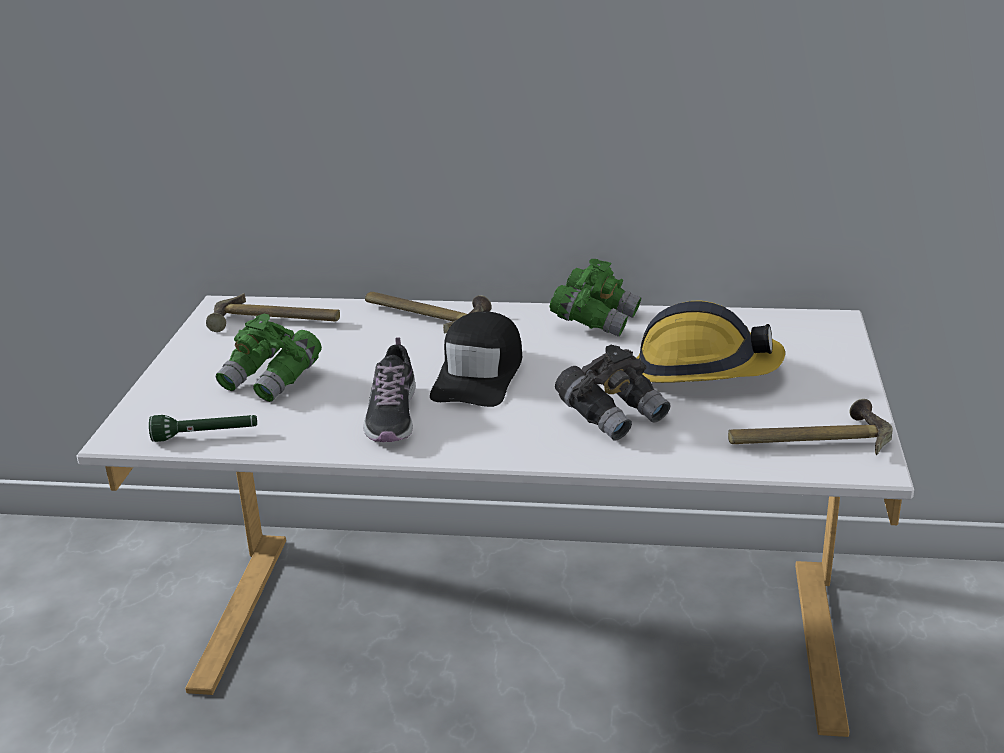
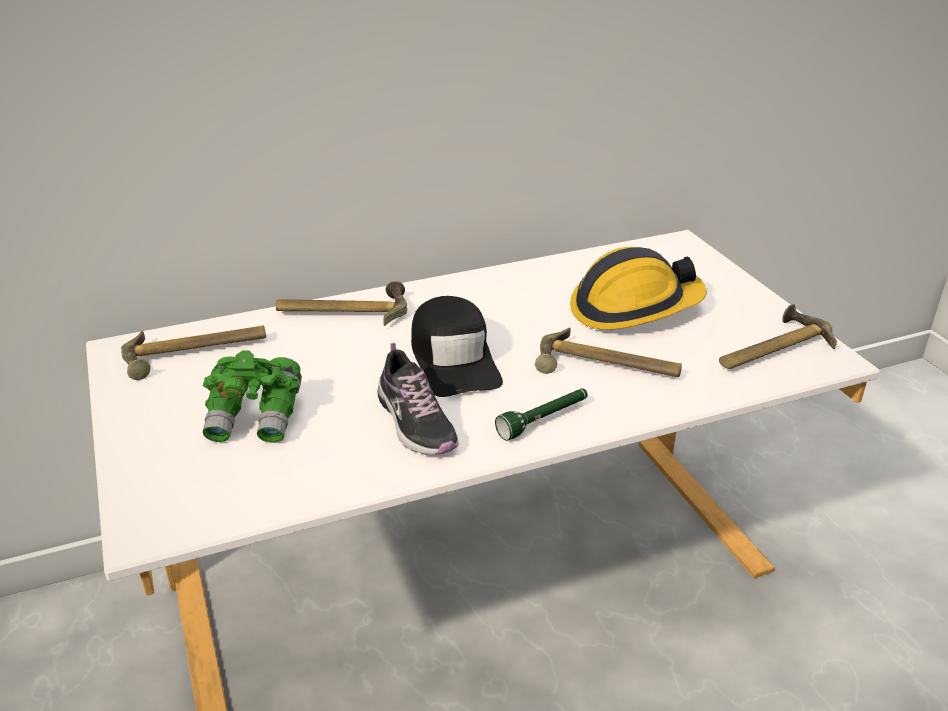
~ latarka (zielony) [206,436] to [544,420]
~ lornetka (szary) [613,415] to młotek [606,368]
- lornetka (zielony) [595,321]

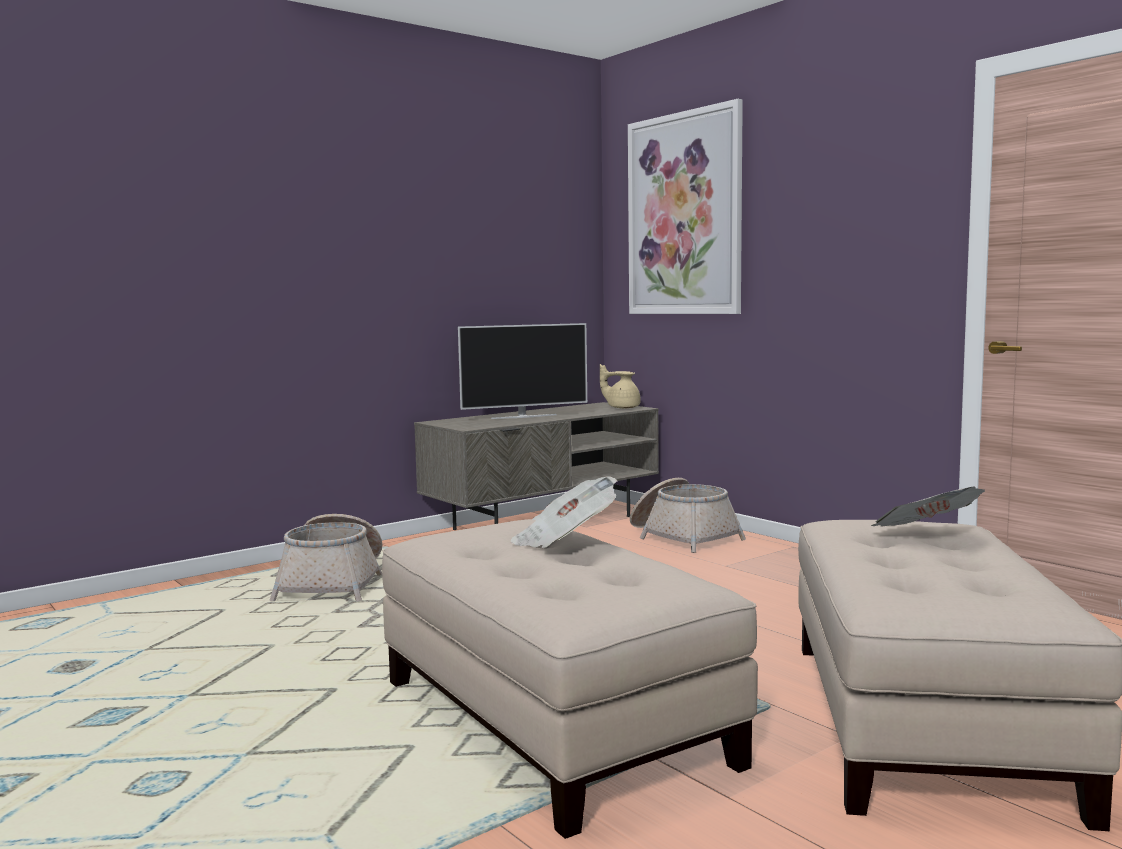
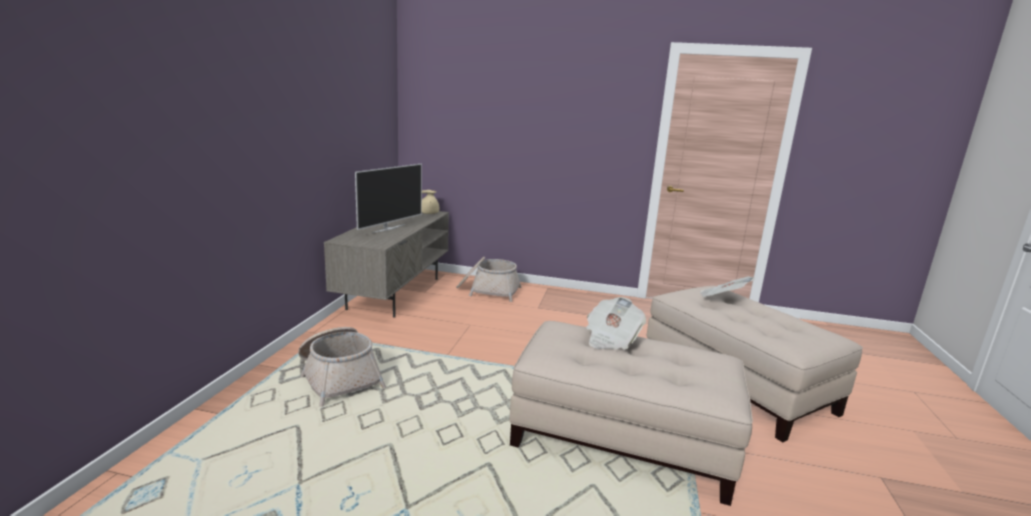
- obraz [684,214]

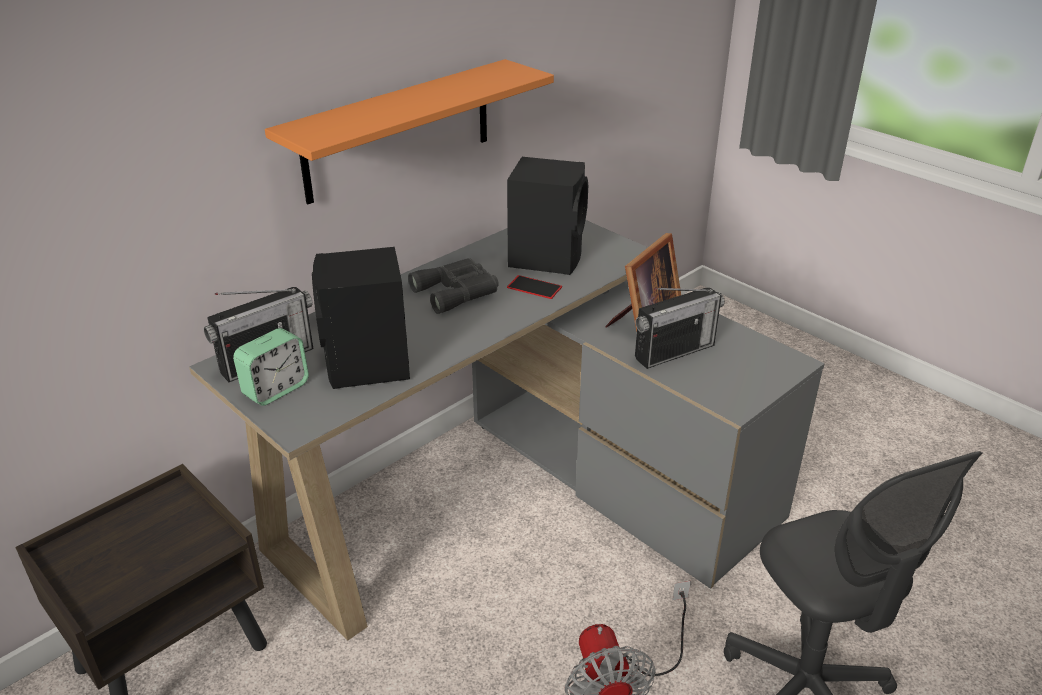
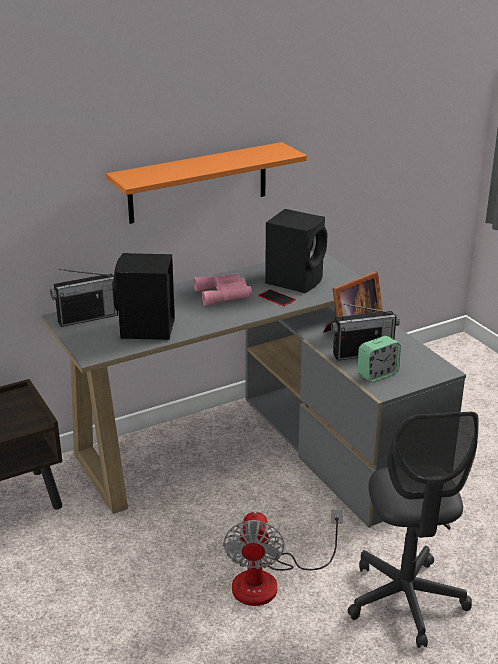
~ lornetka (szary) [458,291] to lornetka (różowy) [224,294]
~ budzik [276,389] to [377,374]

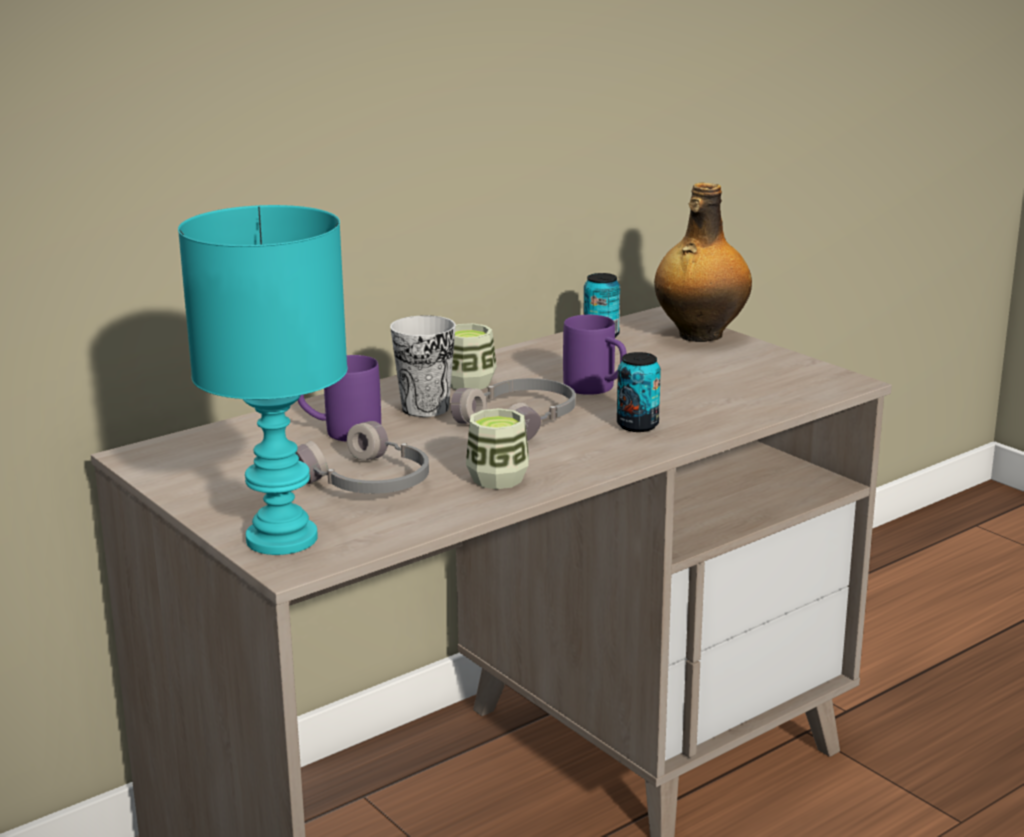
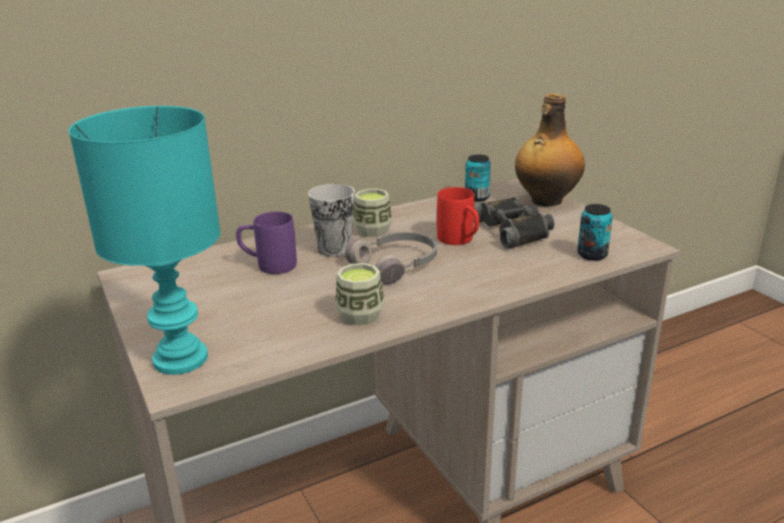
~ kubek (fioletowy) [597,389] to kubek (czerwony) [460,241]
+ lornetka (czarny) [513,229]
~ puszka [637,425] to [592,255]
- słuchawki (szary) [367,483]

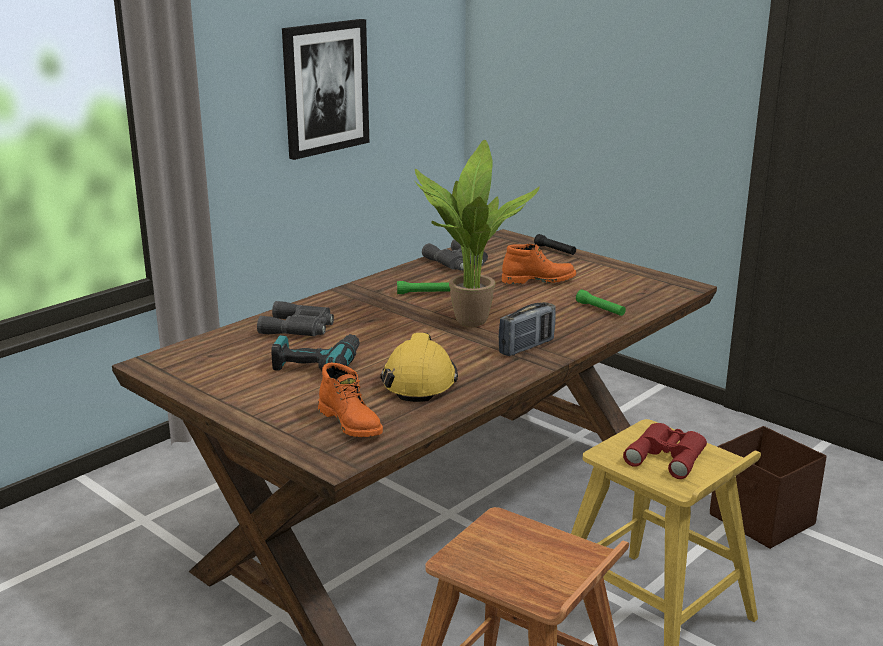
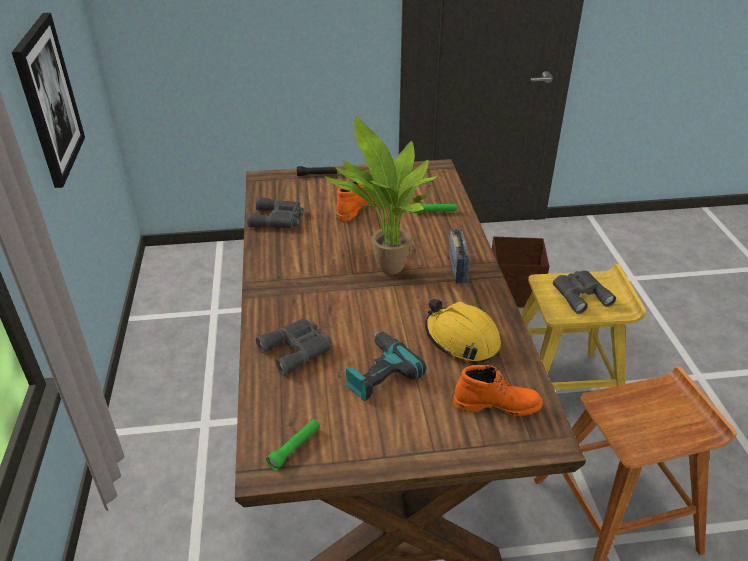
~ latarka (zielony) [423,293] to [294,448]
~ lornetka (czerwony) [668,455] to lornetka (szary) [579,294]

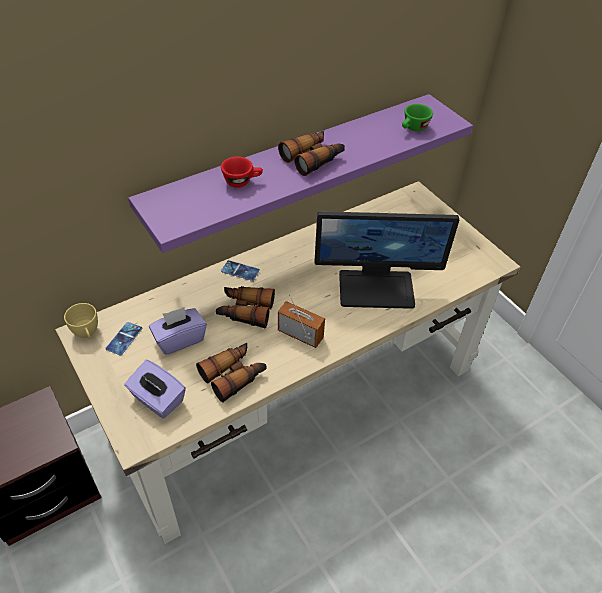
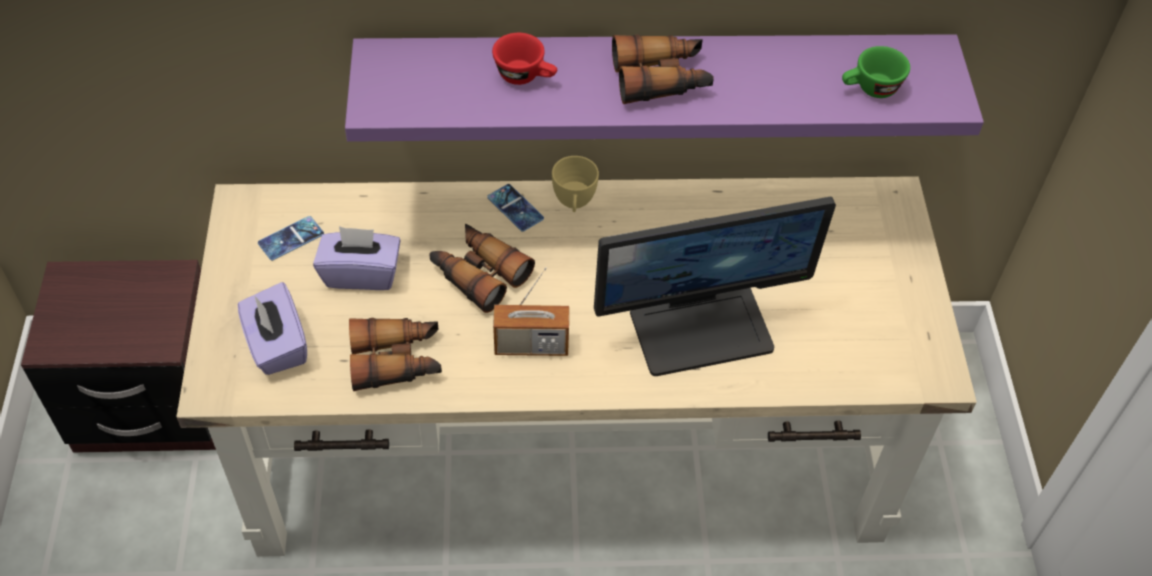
~ radio [300,334] = [531,346] 120 degrees clockwise
~ filiżanka (żółty) [87,334] to [574,203]
~ monitor [376,288] = [701,328] 45 degrees counterclockwise

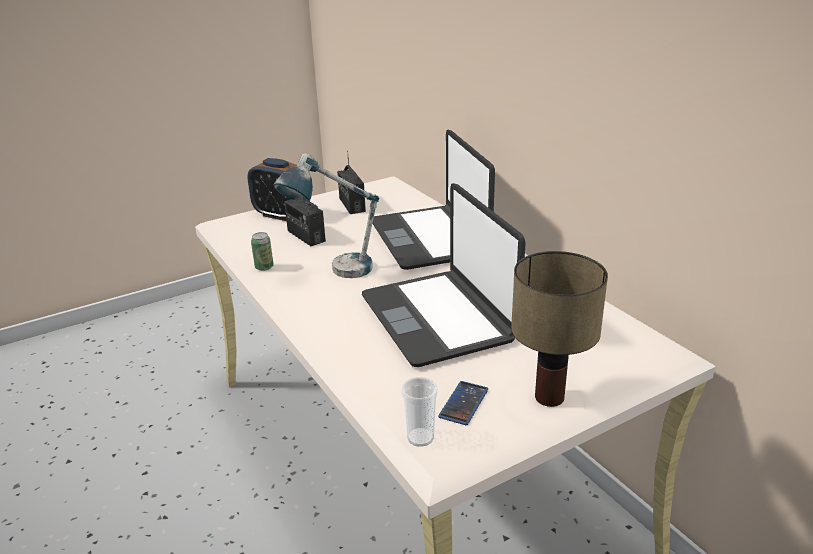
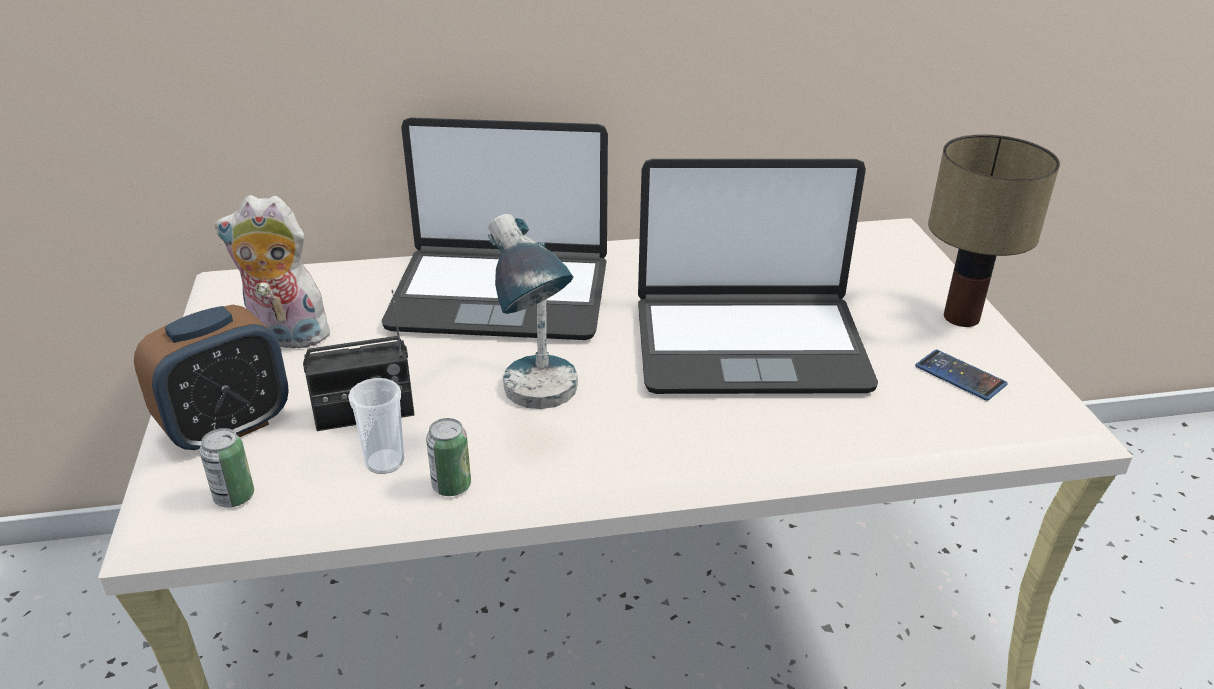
+ puszka [234,497]
~ radio [352,205] to pluszak [285,337]
~ filiżanka [420,437] to [385,462]

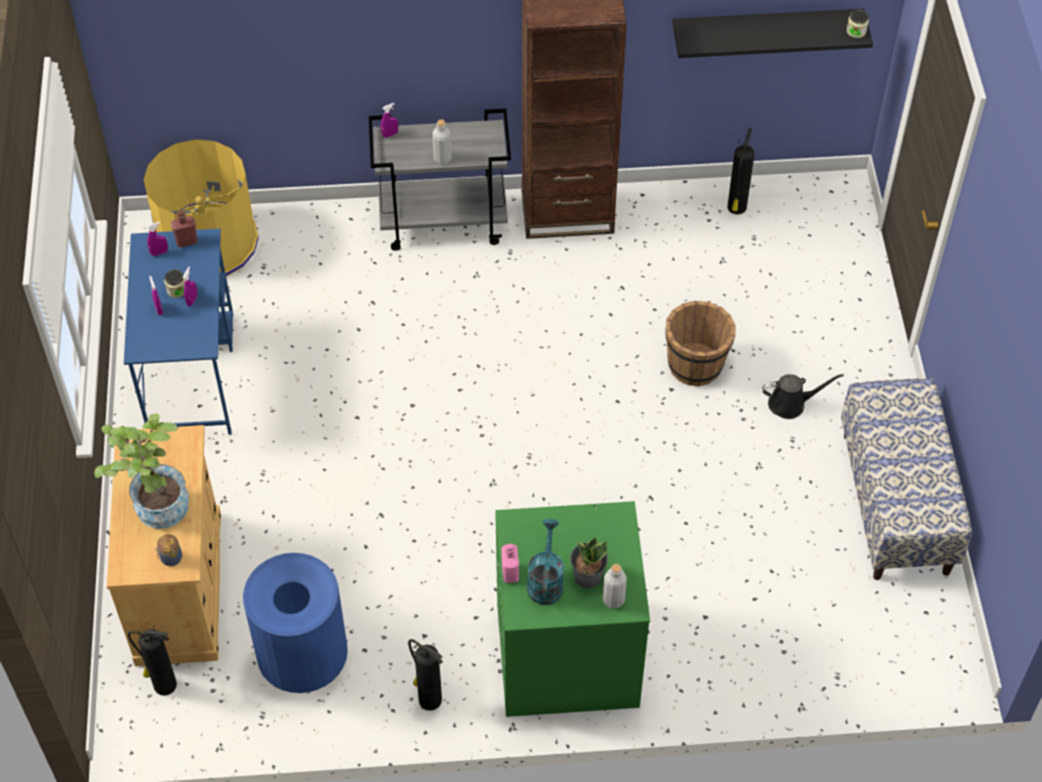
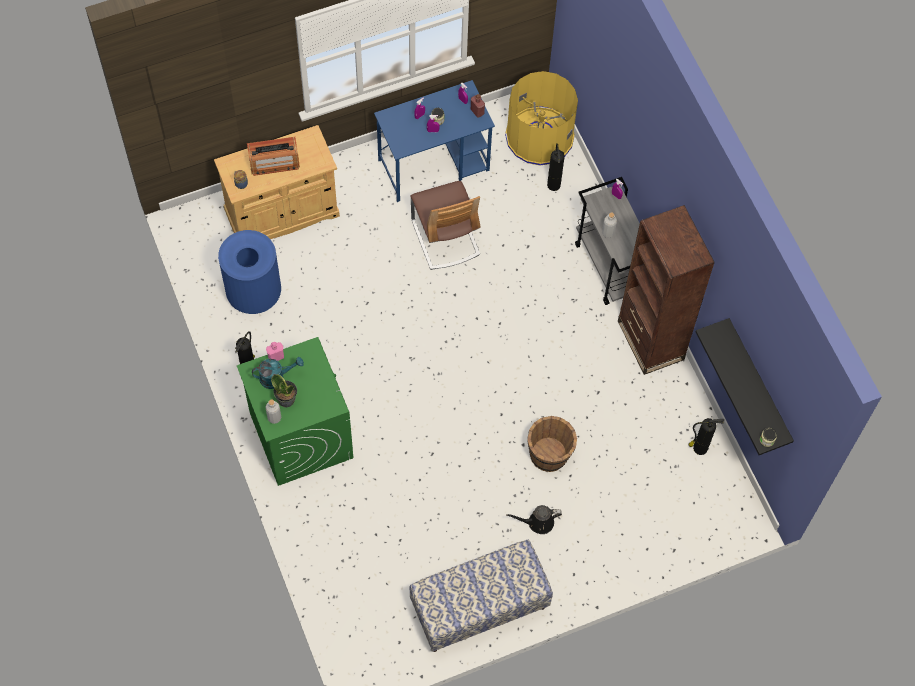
~ roślina doniczkowa [154,504] to radio [274,162]
+ krzesło [445,237]
~ konewka (czarny) [790,404] = [538,522] 105 degrees clockwise
~ gaśnica [163,685] to [553,184]

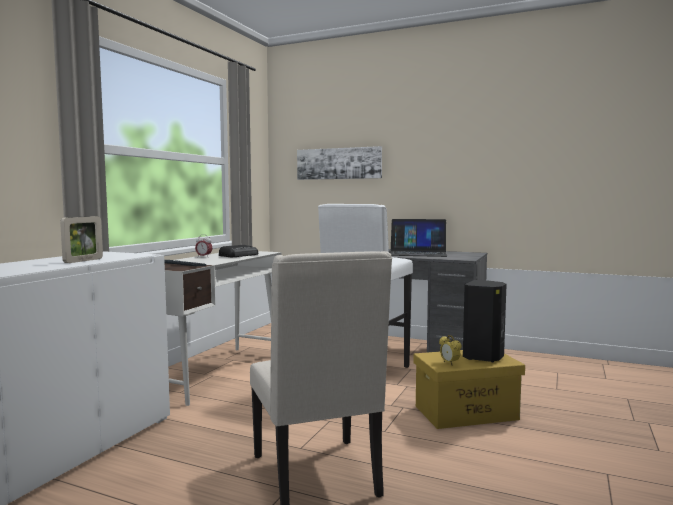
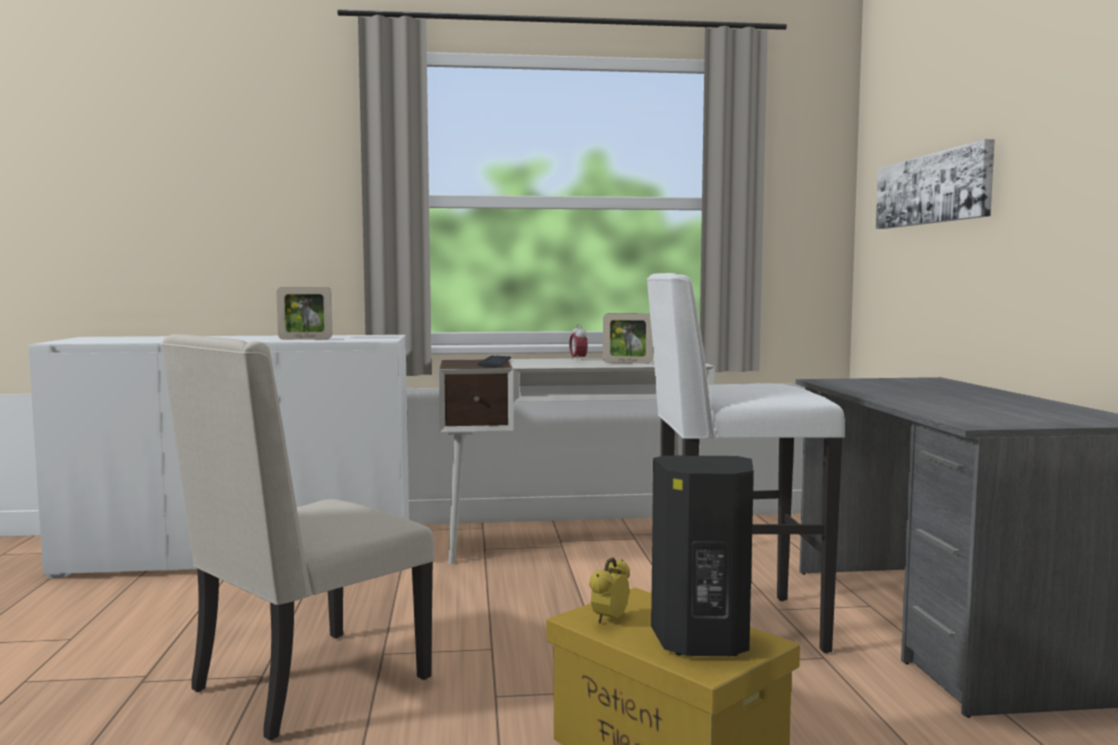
~ radio [239,255] to ramka na zdjęcie [627,363]
- laptop [417,253]

